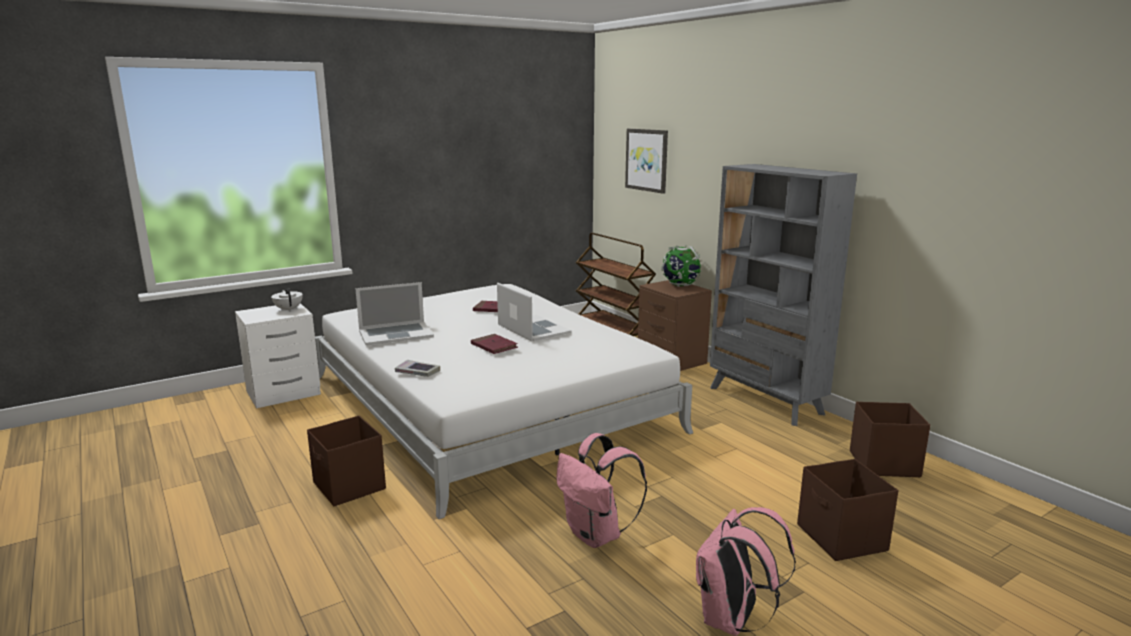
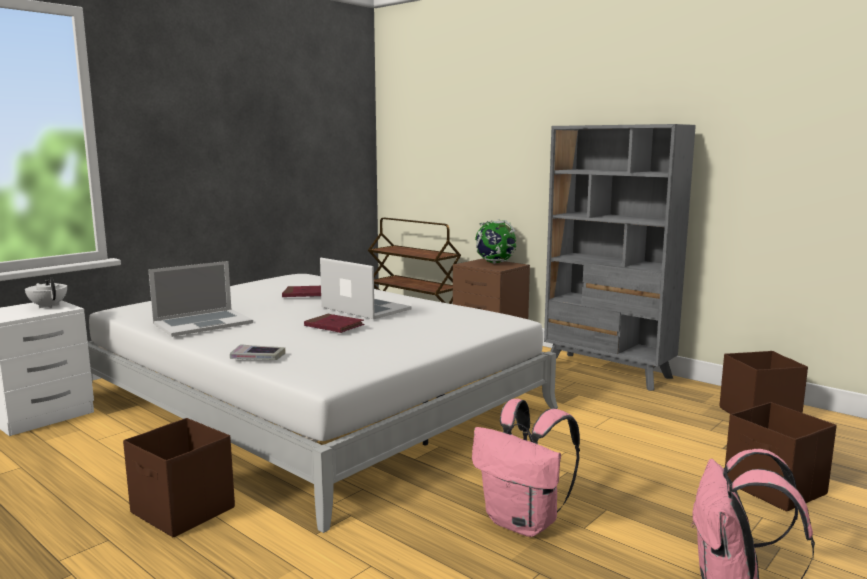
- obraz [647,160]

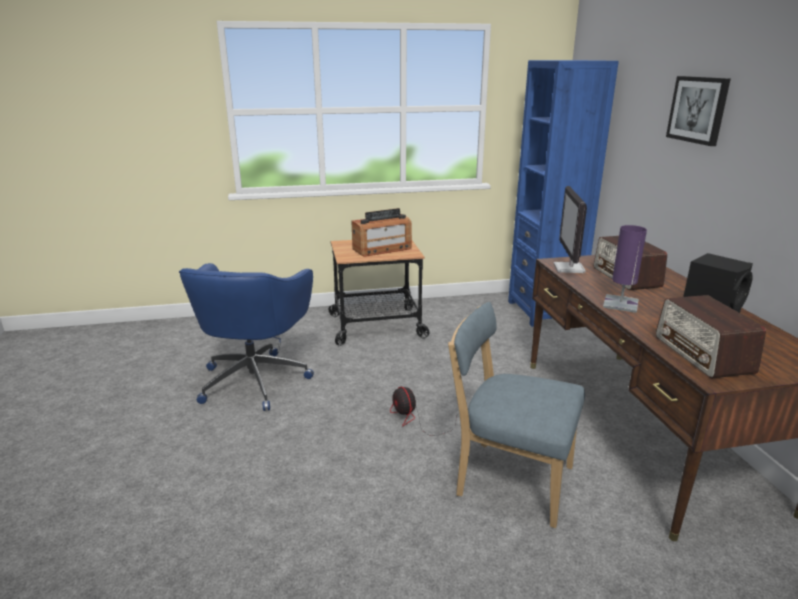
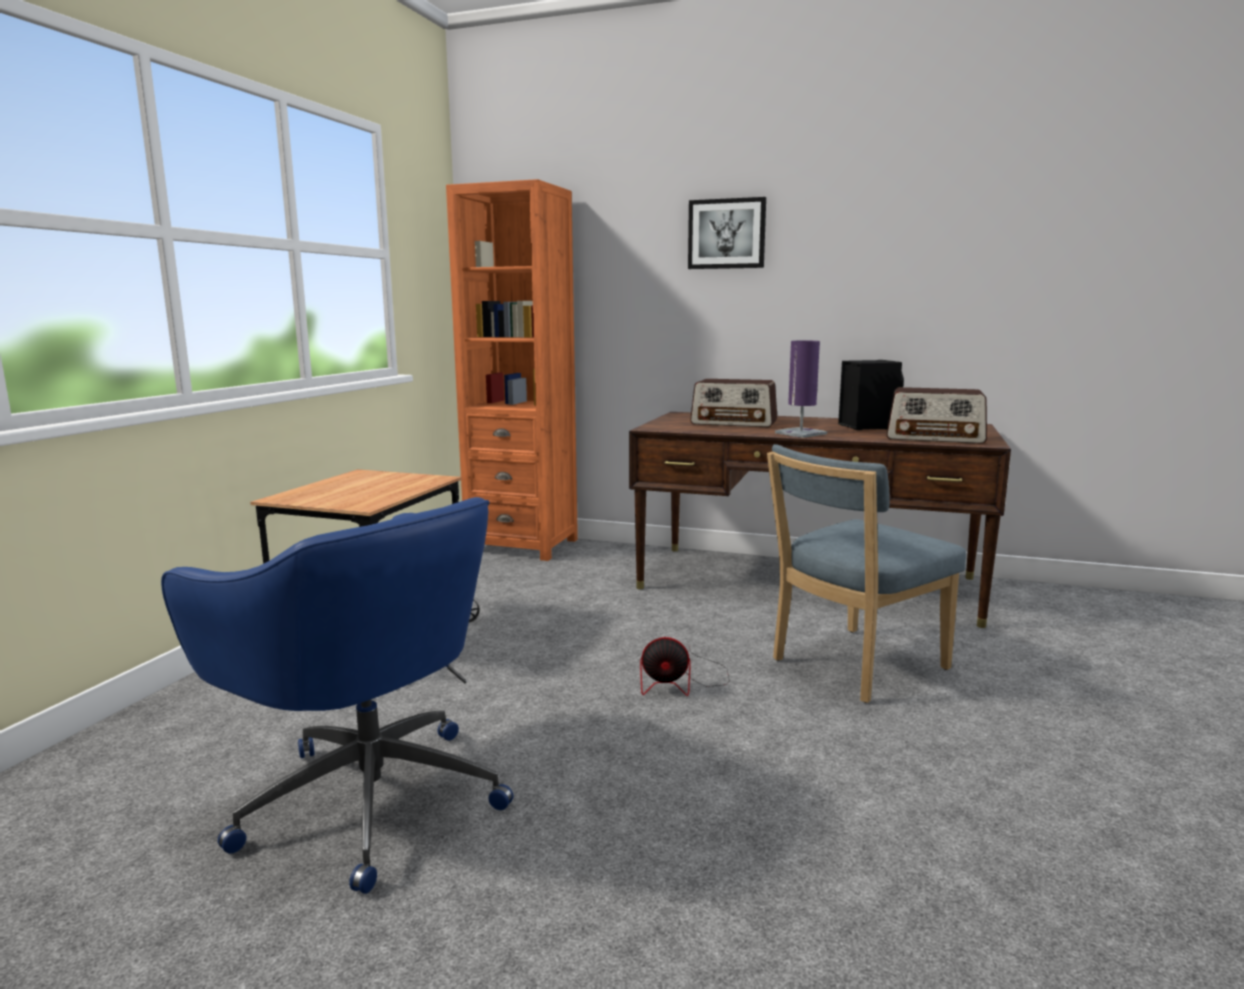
~ regał (niebieski) [543,311] to regał (pomarańczowy) [522,545]
- radio [382,249]
- monitor [569,268]

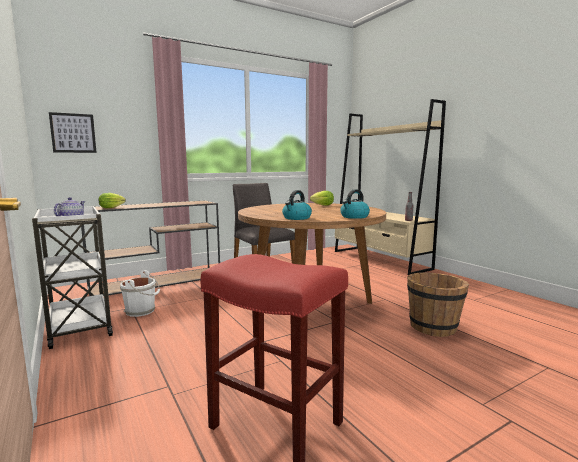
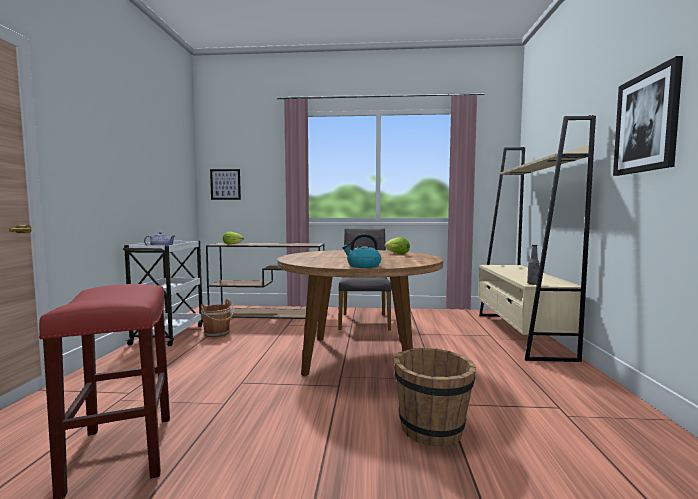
~ wiadro (biały) [141,311] to wiadro (brązowy) [217,333]
+ obraz [646,122]
- czajnik [296,218]

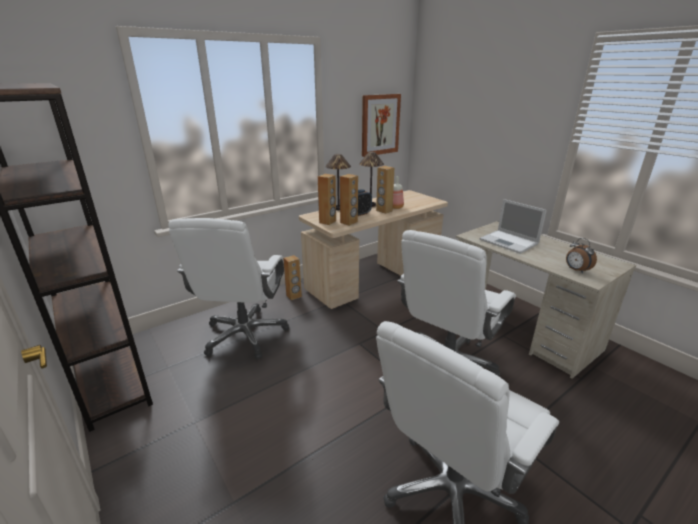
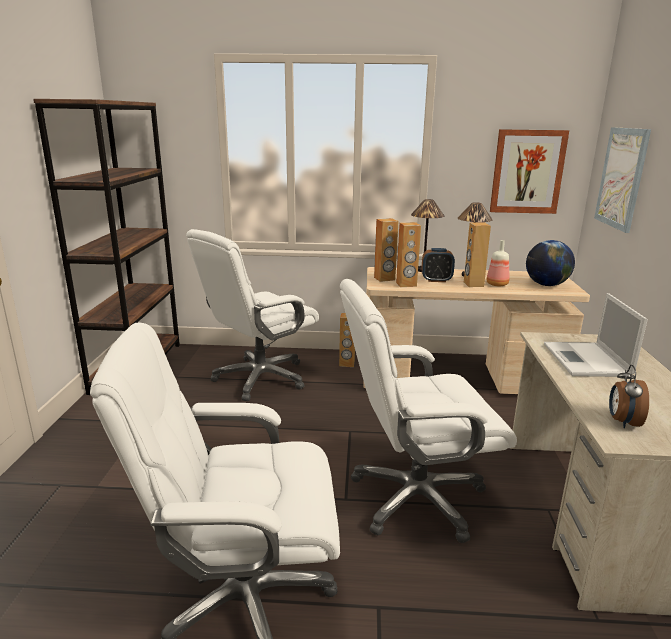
+ globus [546,285]
+ obraz [621,178]

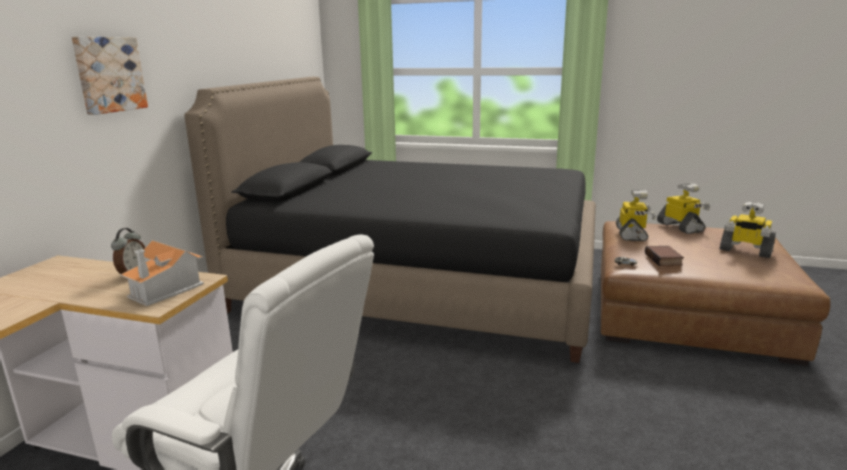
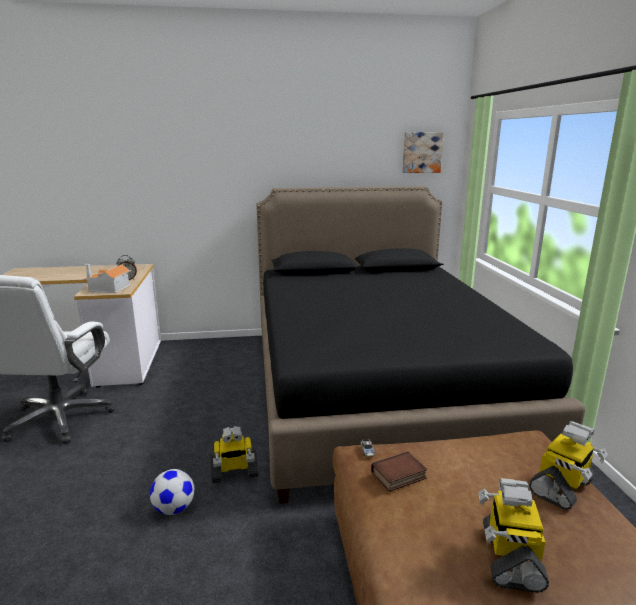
+ piłka futbolowa [174,509]
~ robot zabawkowy [632,234] to [234,473]
~ obraz [109,74] to [422,152]

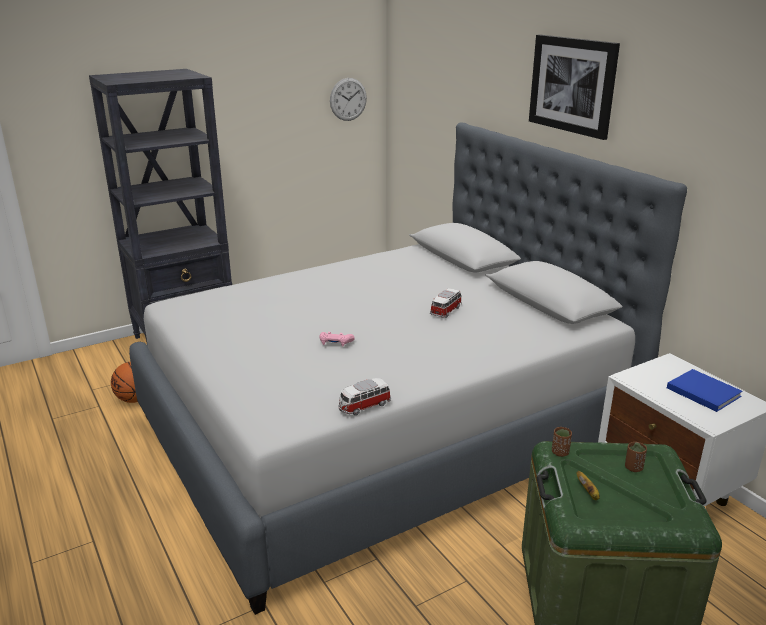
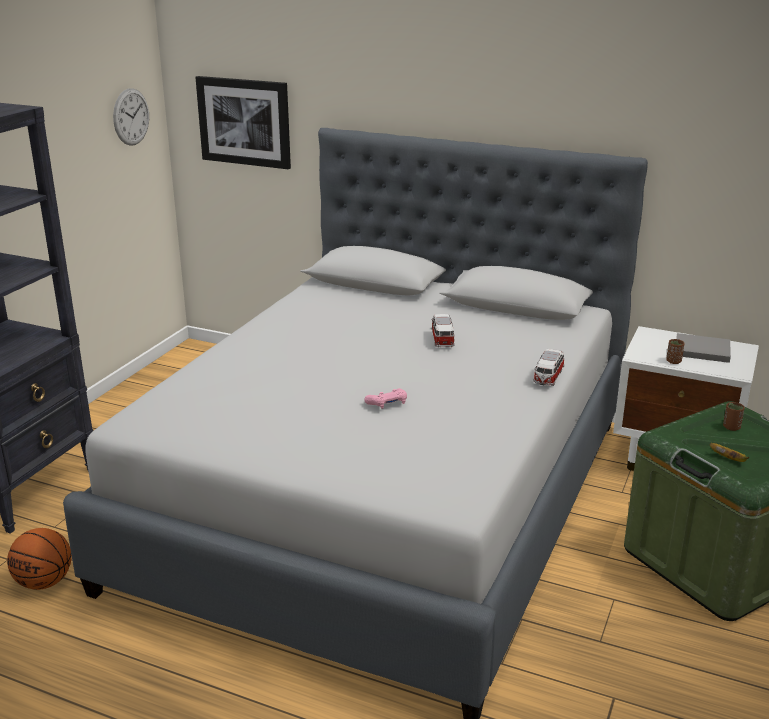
~ obraz [572,85] to [244,122]
~ samochodzik [364,406] to [548,377]
~ filiżanka (brązowy) [560,452] to [673,361]
~ książka (niebieski) [701,391] to książka (szary) [700,350]

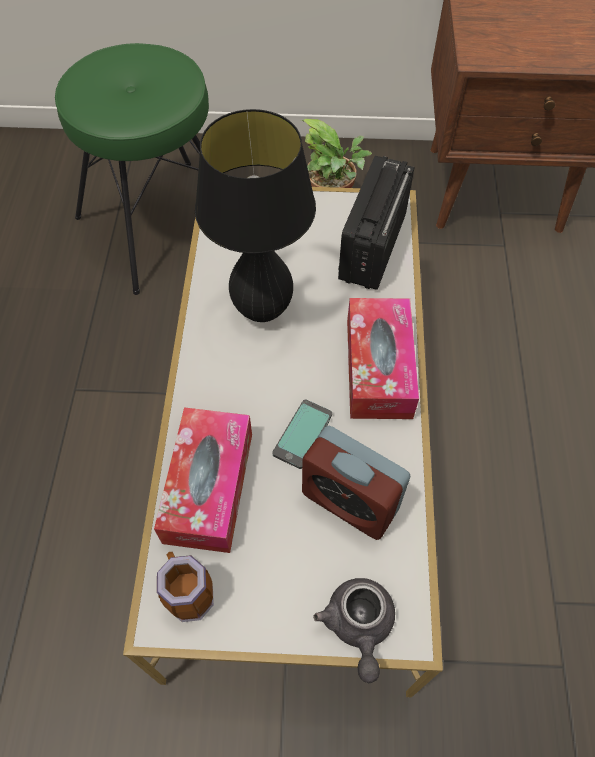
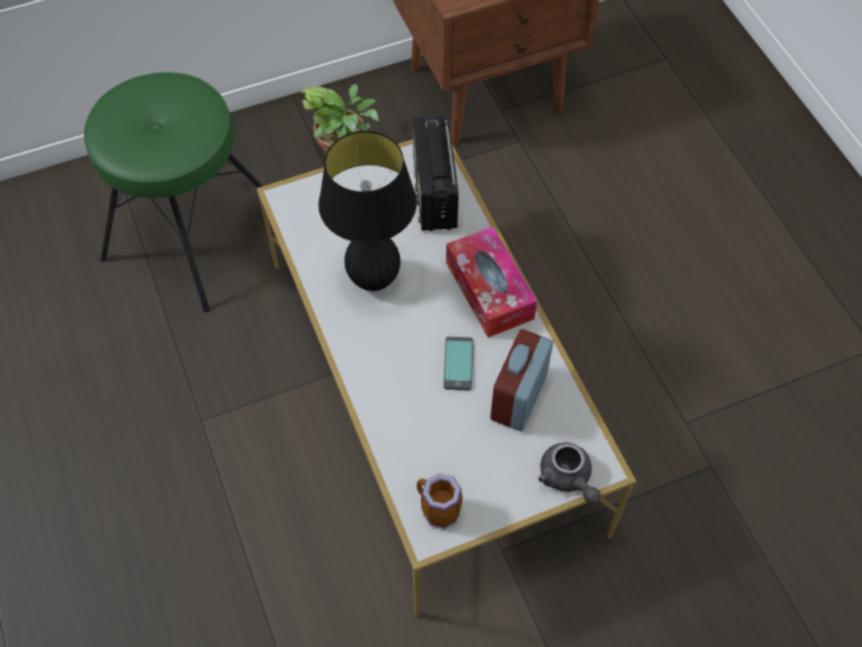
~ budzik [350,501] = [518,397] 105 degrees clockwise
- pudełko chusteczek [209,487]

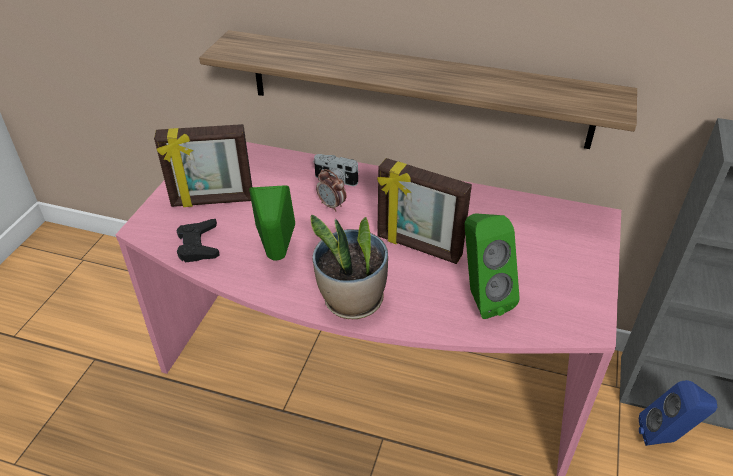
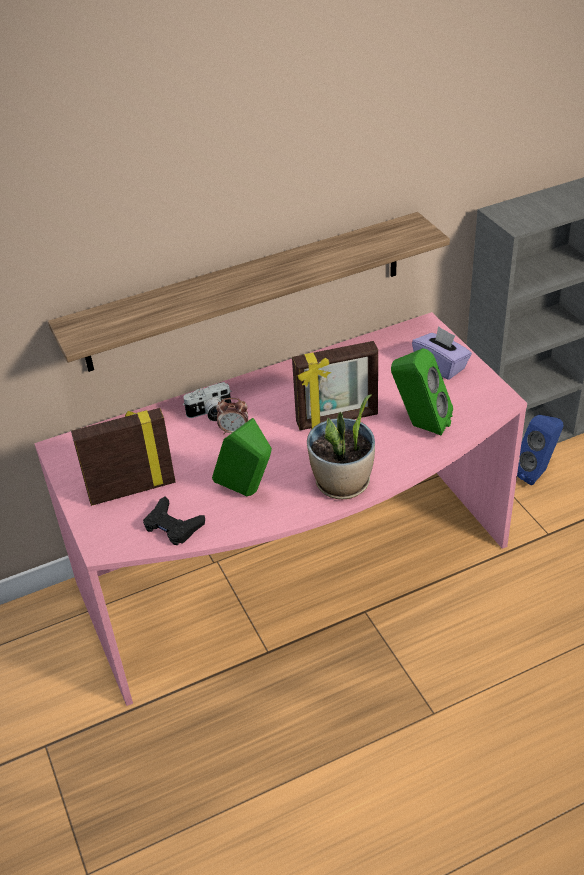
~ ramka na zdjęcie [212,201] = [131,489] 150 degrees counterclockwise
+ pudełko chusteczek (fioletowy) [441,366]

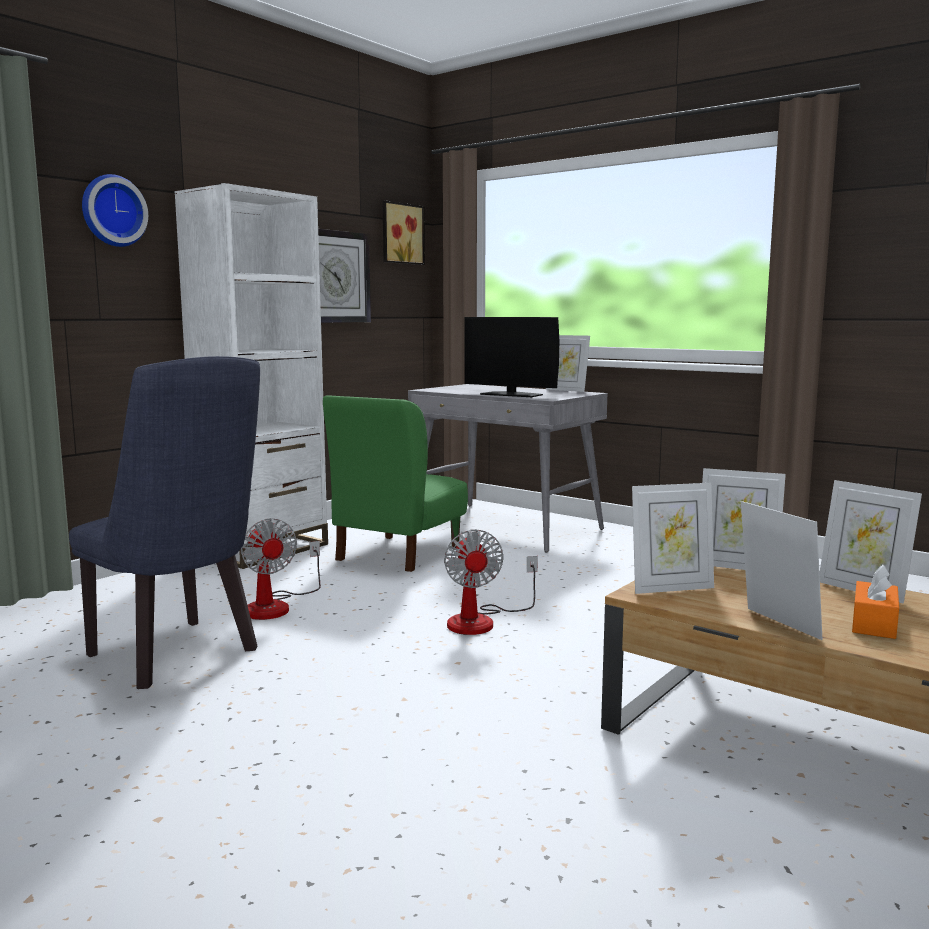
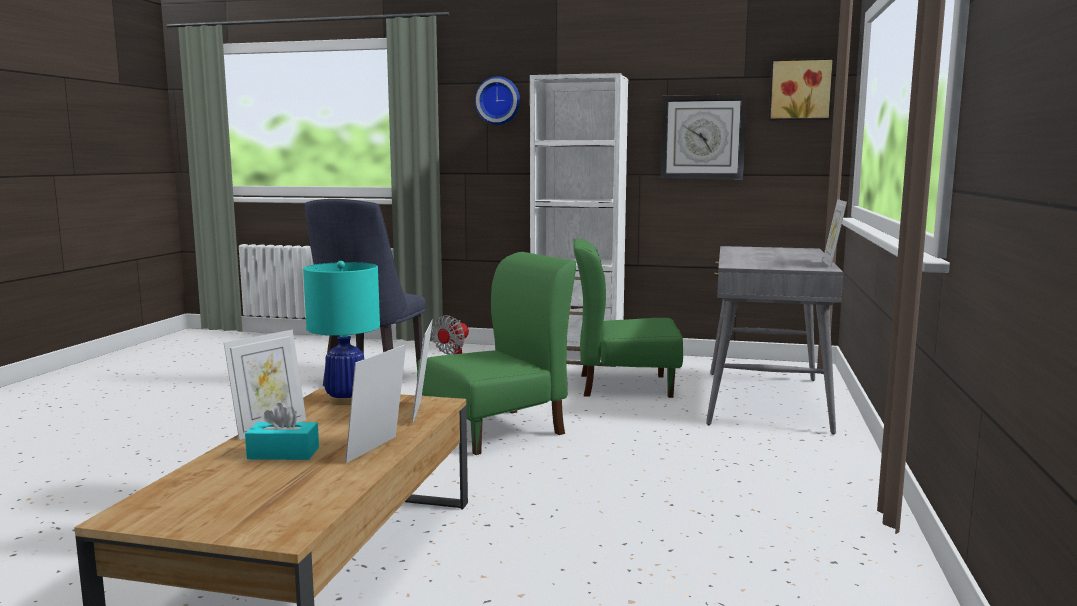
~ pudełko chusteczek (pomarańczowy) [874,623] to pudełko chusteczek (turkusowy) [283,453]
~ ramka na zdjęcie [671,588] to lampa stołowa (turkusowy) [347,400]
~ wentylator [482,621] to krzesło (zielony) [497,431]
- monitor [511,394]

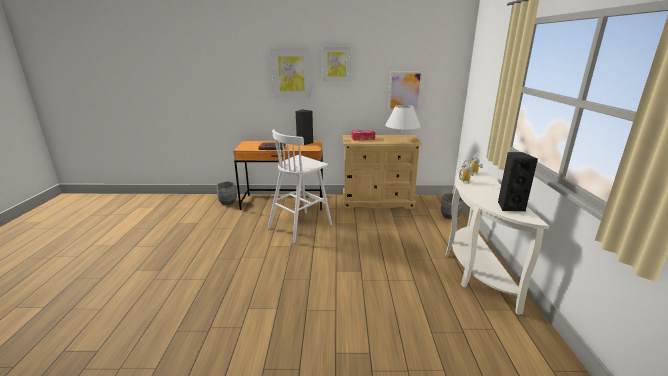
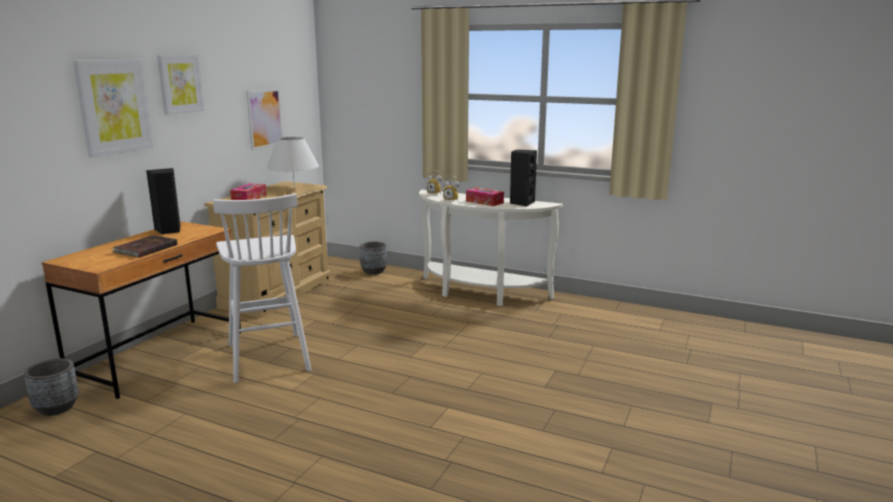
+ pudełko chusteczek [484,202]

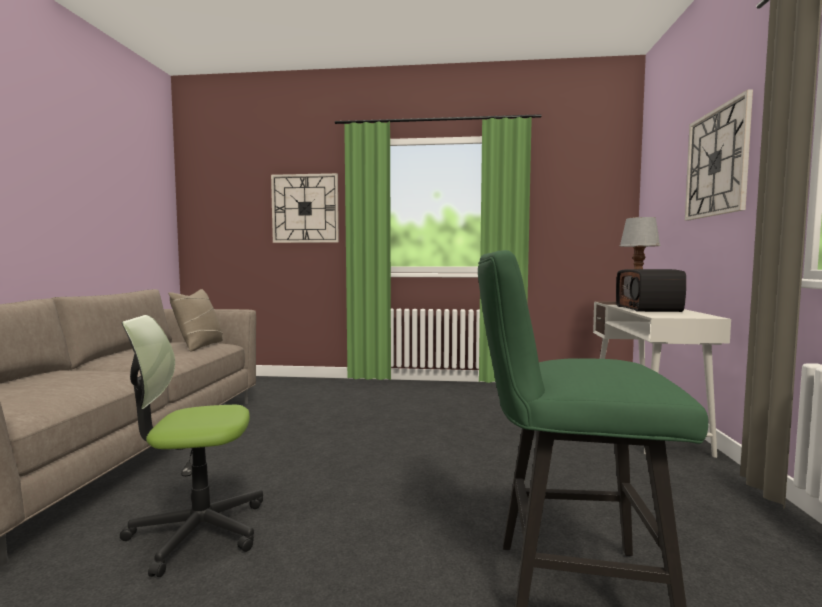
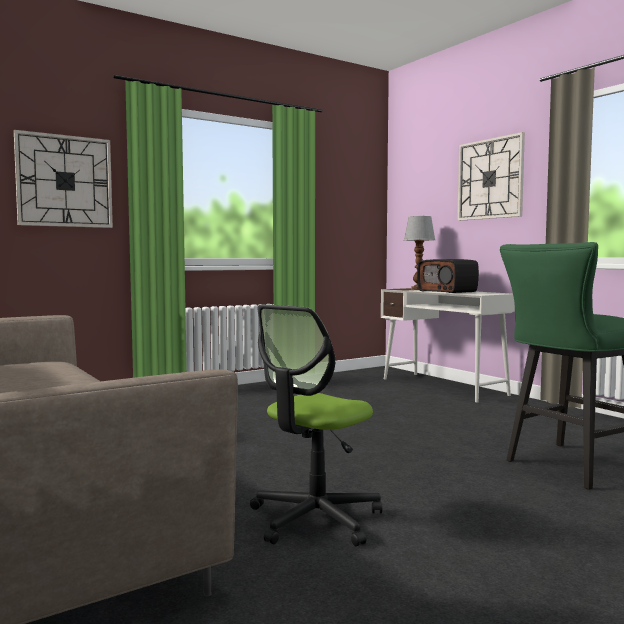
- poduszka (beżowy) [199,345]

